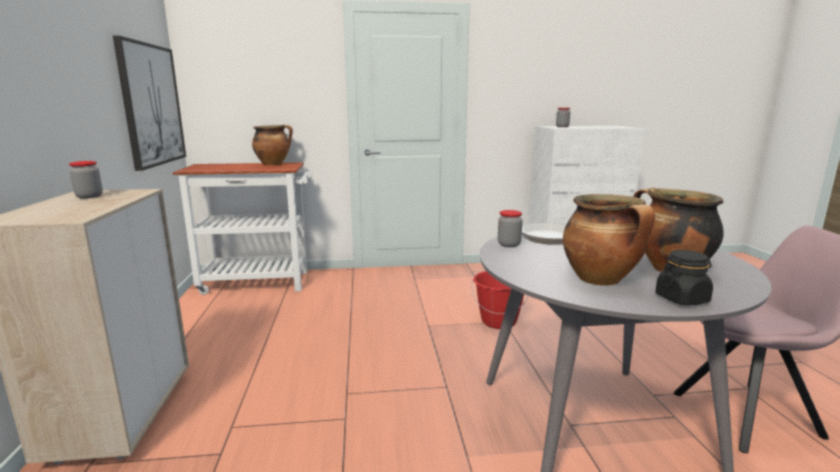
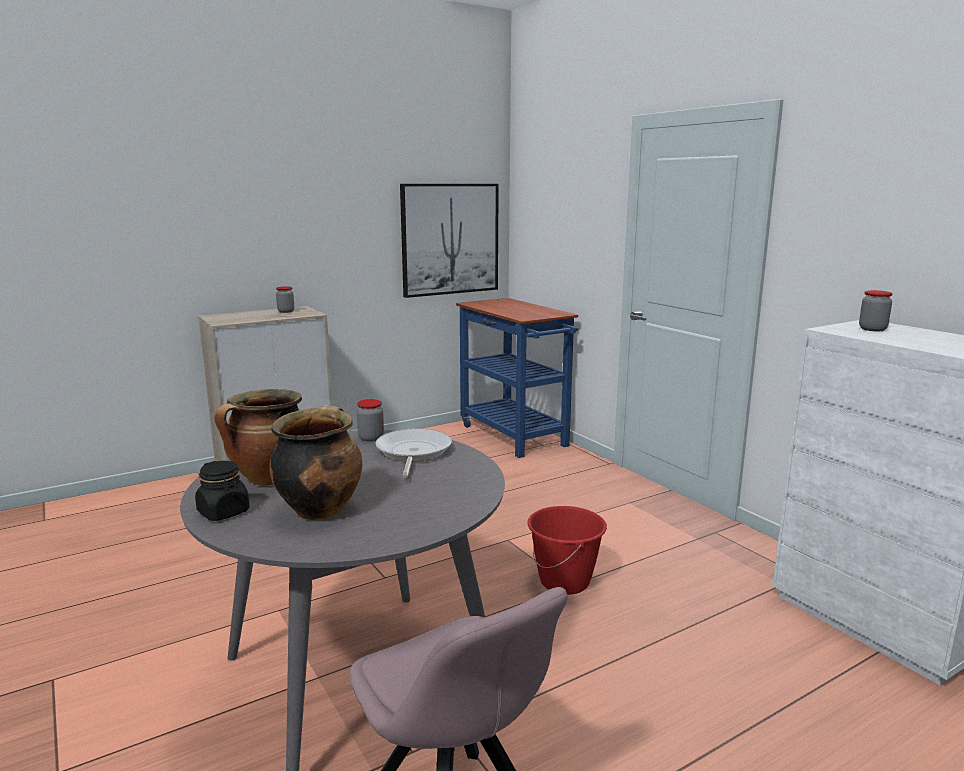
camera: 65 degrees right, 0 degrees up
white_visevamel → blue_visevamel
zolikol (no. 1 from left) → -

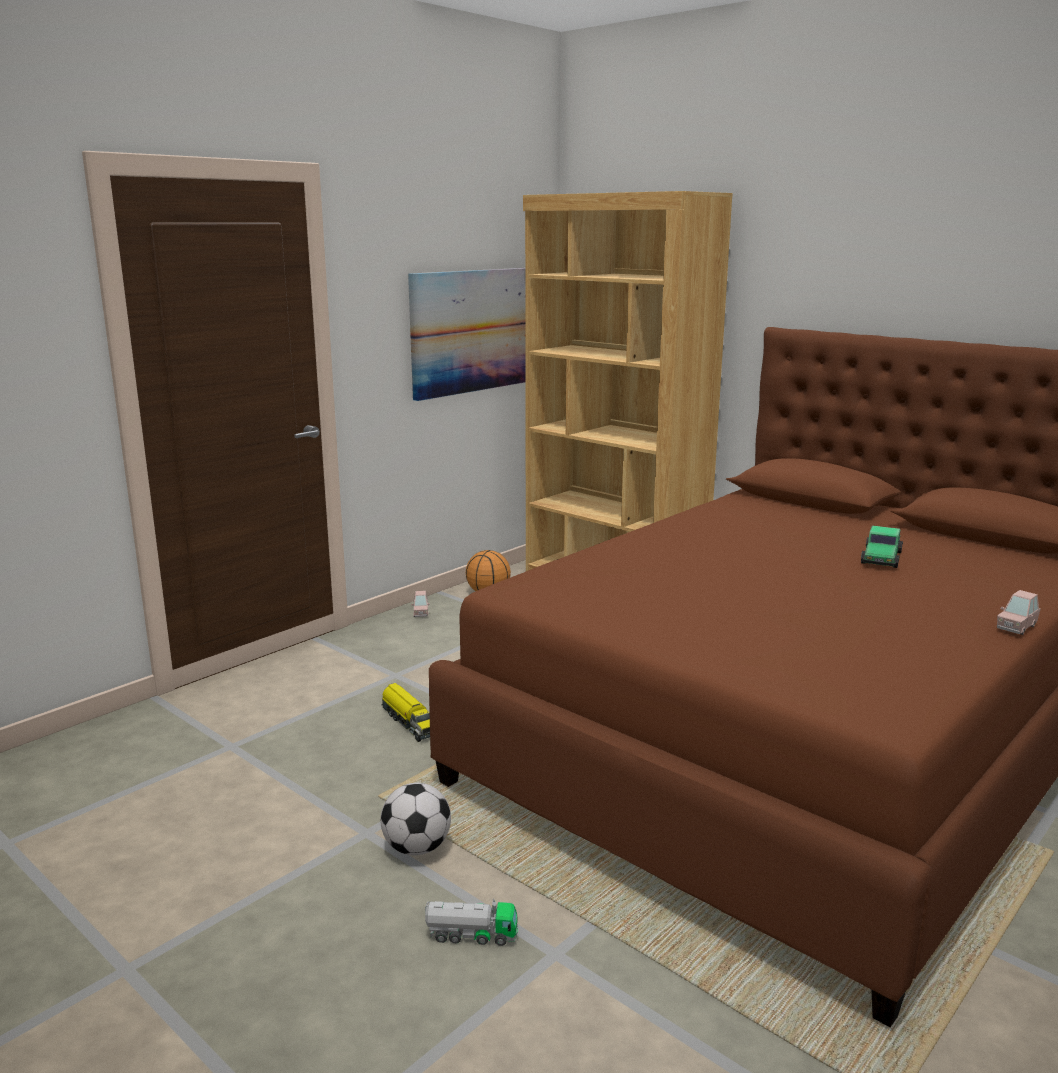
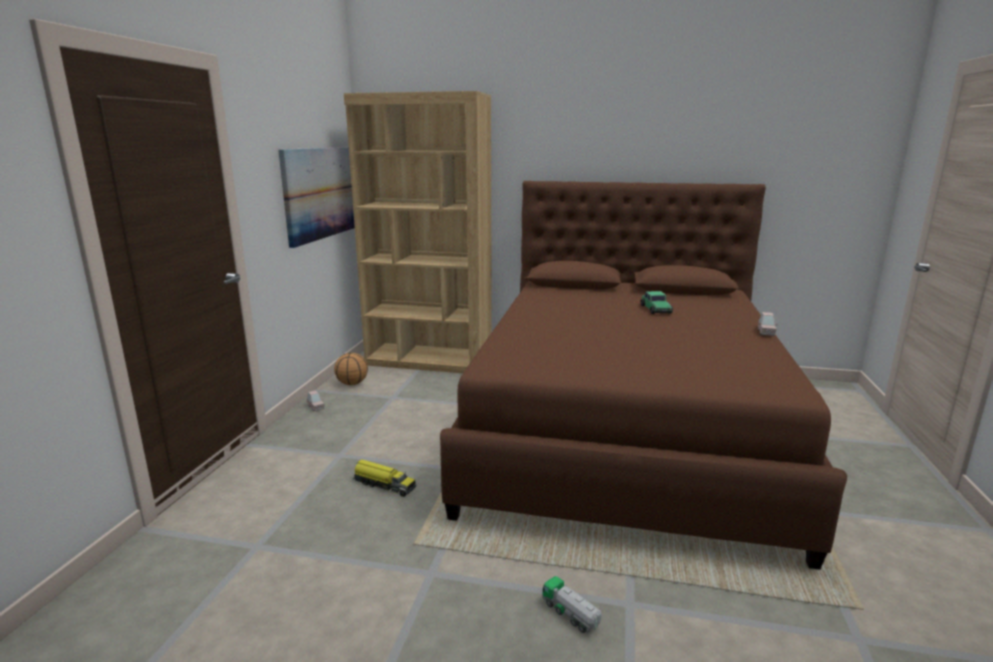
camera: 30 degrees left, 0 degrees up
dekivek → -
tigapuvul (no. 2 from left), 105 degrees counterclockwise

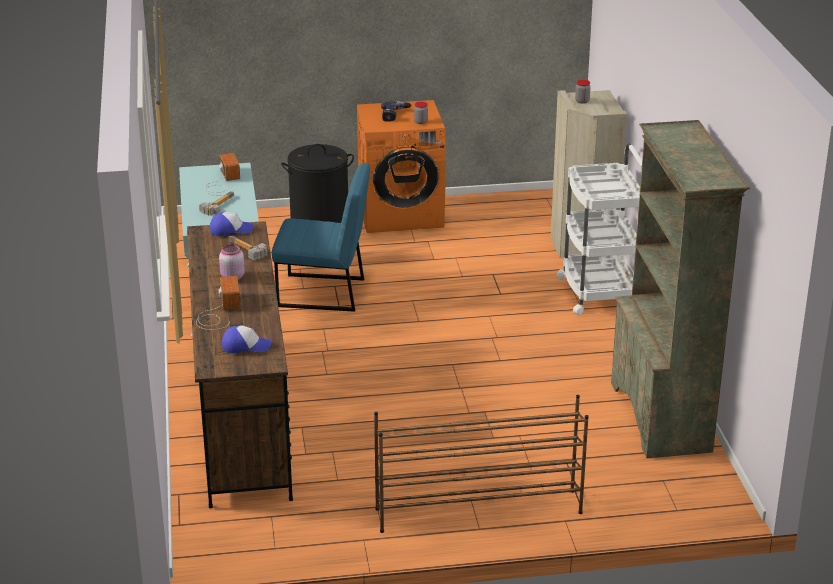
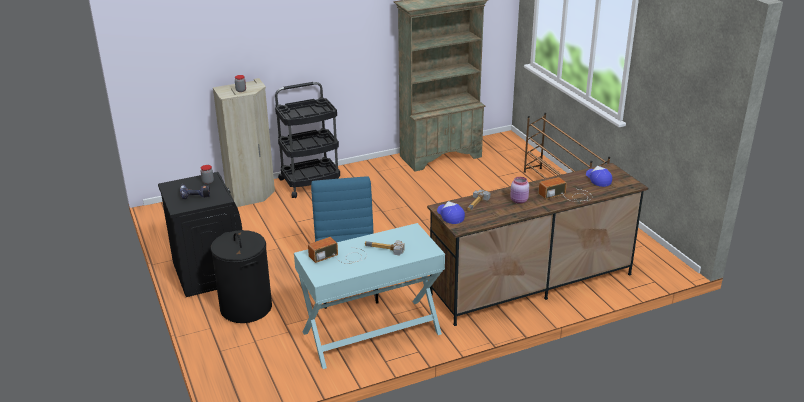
camera: 105 degrees left, 0 degrees up
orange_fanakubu → black_fanakubu
white_visevamel → black_visevamel

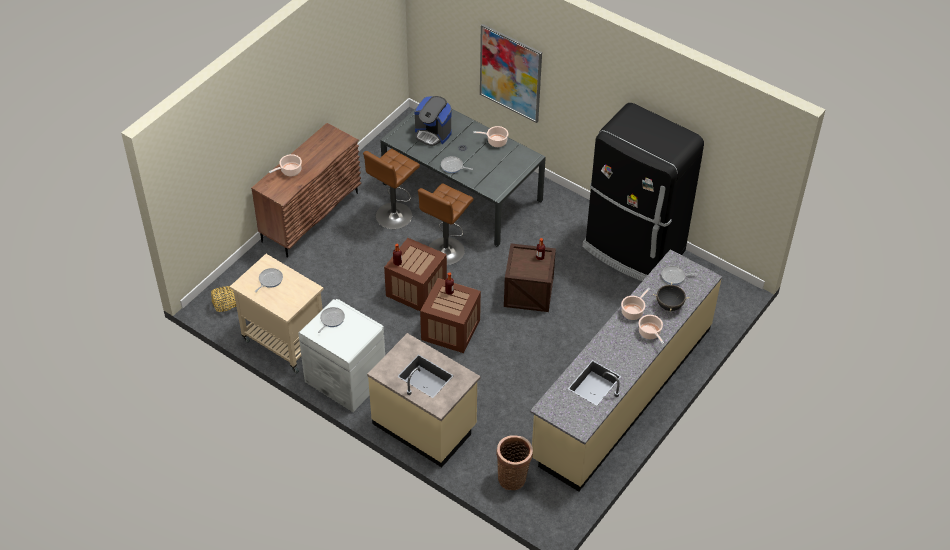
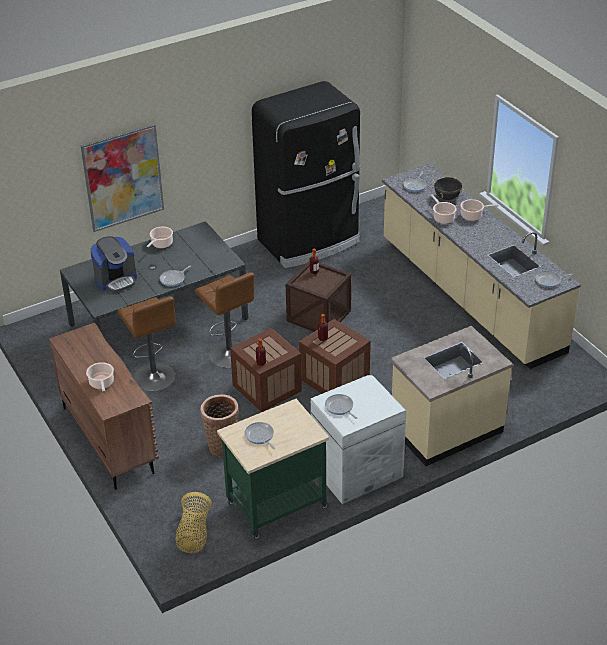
camera: 65 degrees left, 10 degrees down
beige_visevamel → green_visevamel
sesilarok (no. 2 from left), shifted
- → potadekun (no. 5 from left)

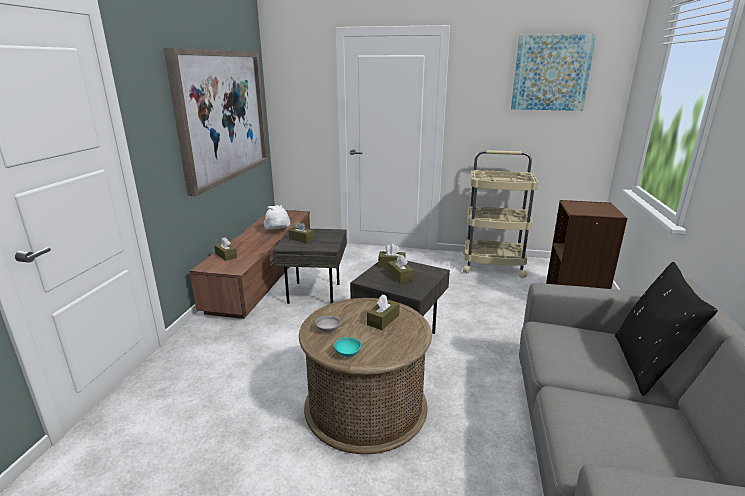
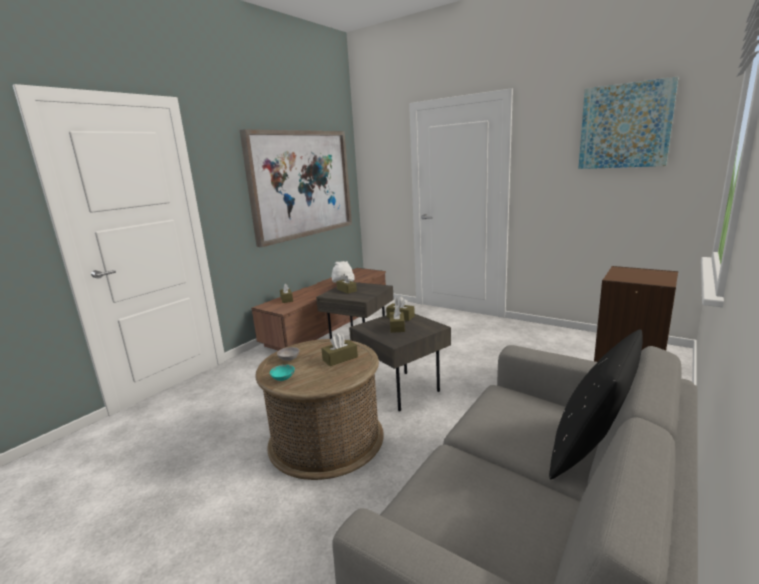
camera: 25 degrees right, 5 degrees down
beige_visevamel → -

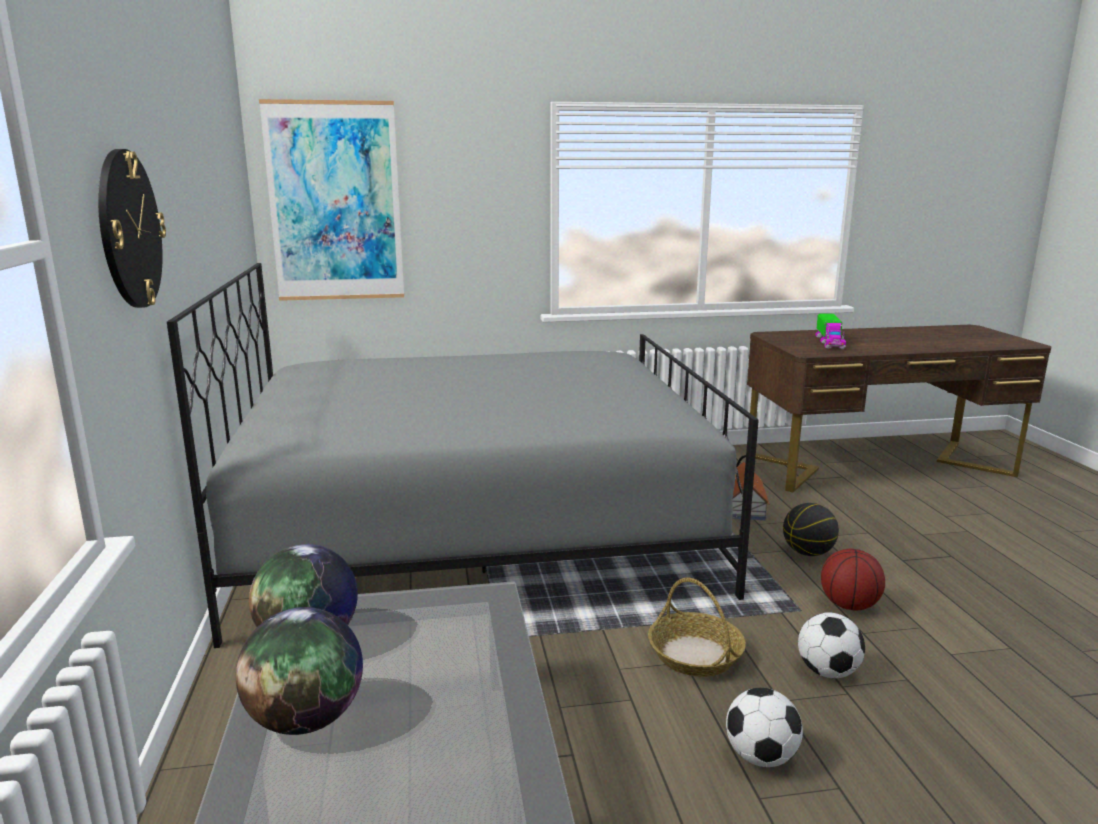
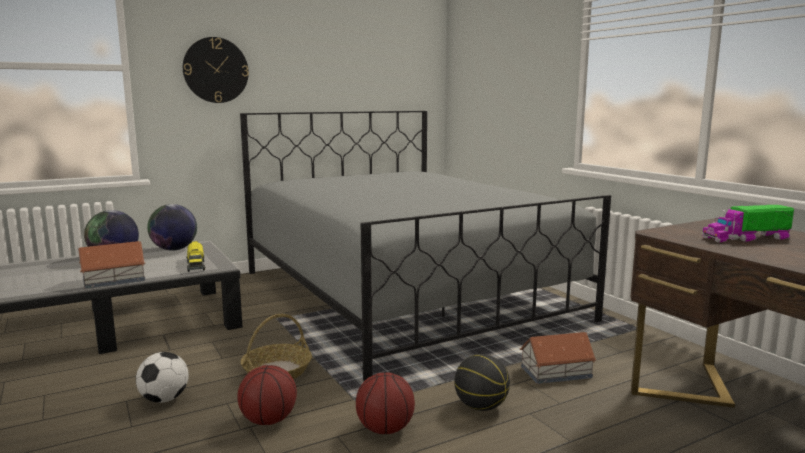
camera: 70 degrees right, 5 degrees down
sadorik → -
dekivek (no. 2 from left) → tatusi (no. 1 from left)
- → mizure (no. 1 from left)
- → tigapuvul (no. 1 from left)

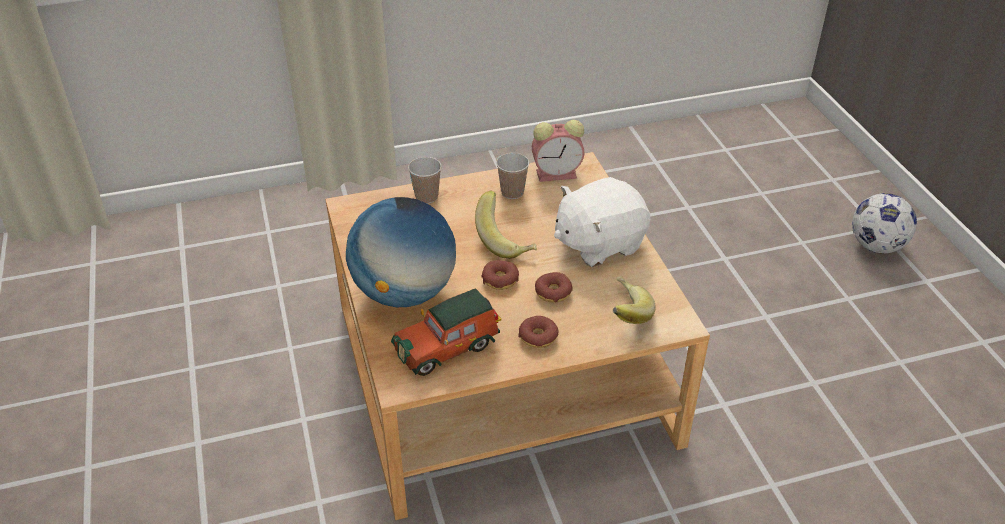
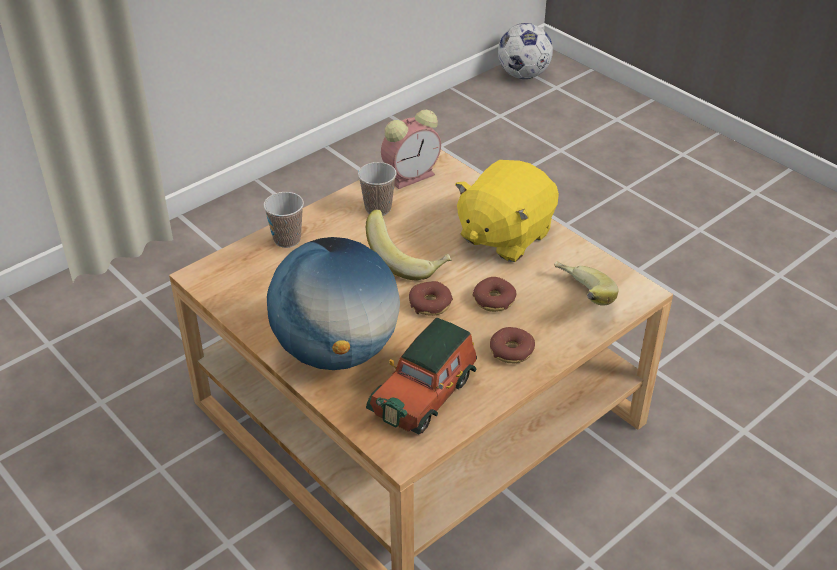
camera: 25 degrees left, 0 degrees up
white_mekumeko → yellow_mekumeko
dekivek, shifted

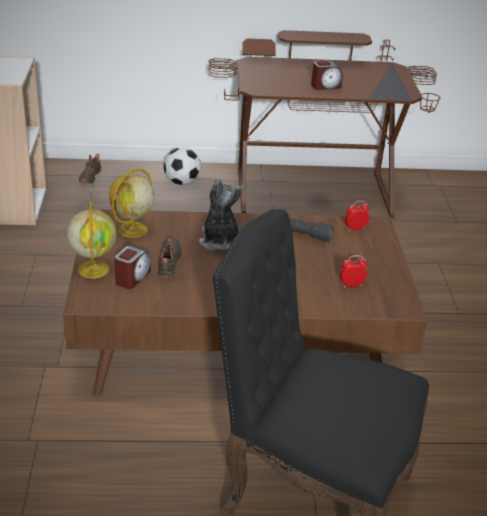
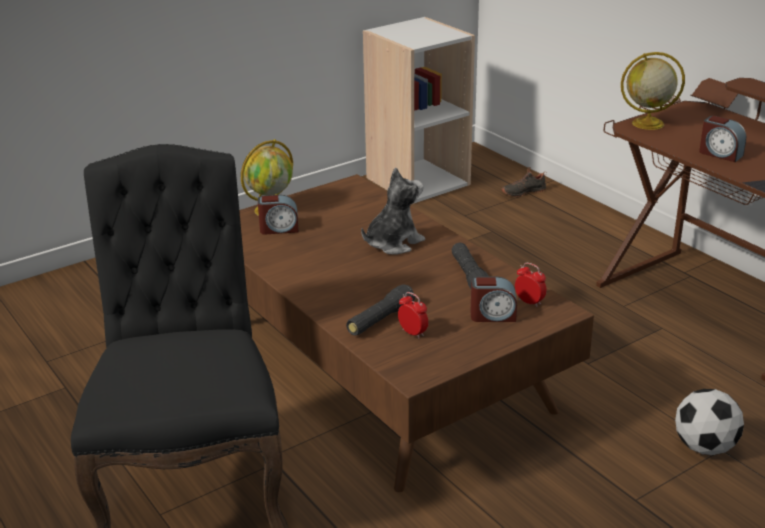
camera: 60 degrees right, 5 degrees down
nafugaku (no. 2 from left), shifted
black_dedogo (no. 2 from left) → -
dekivek, shifted
- → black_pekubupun (no. 1 from left)
- → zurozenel (no. 3 from left)

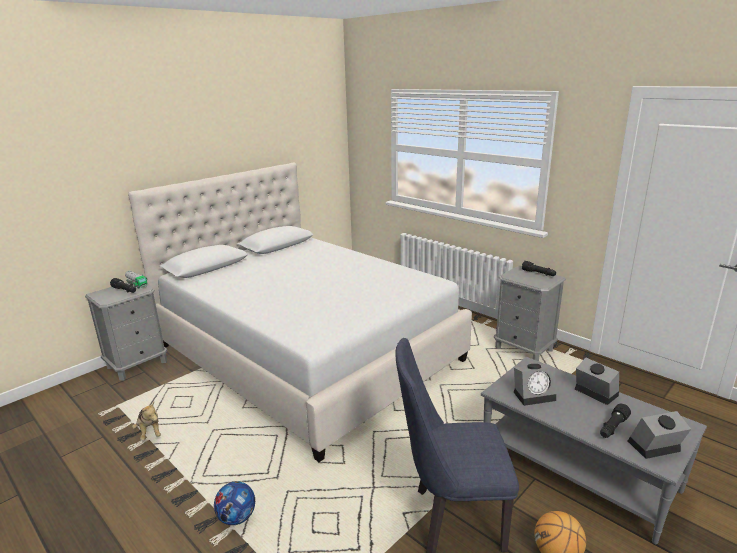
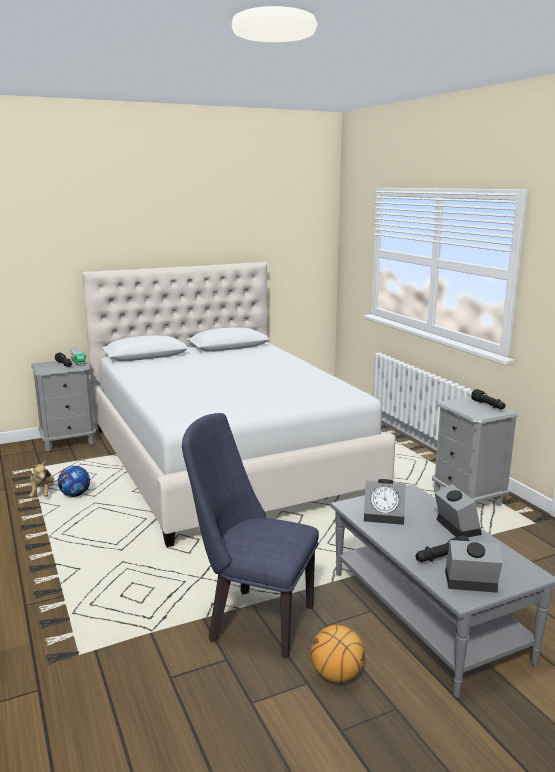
camera: 20 degrees right, 5 degrees down
dekivek, shifted

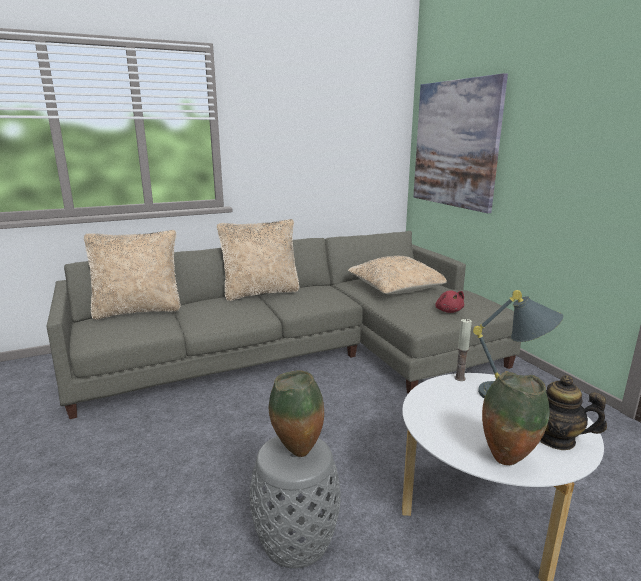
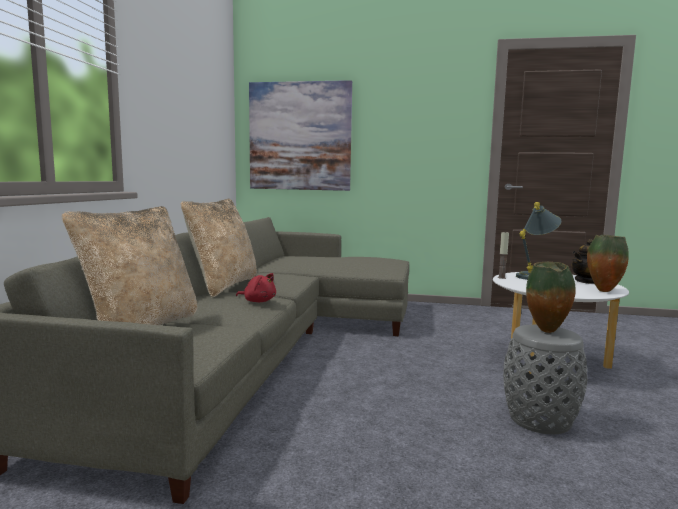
camera: 55 degrees left, 10 degrees down
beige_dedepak (no. 3 from left) → -
red_mekumeko, shifted

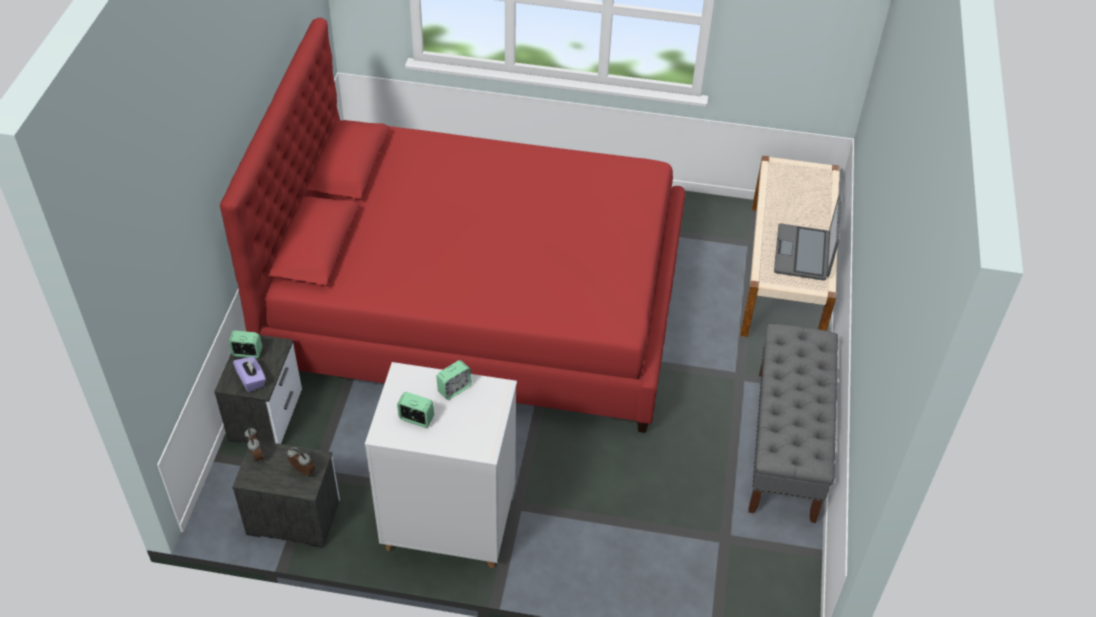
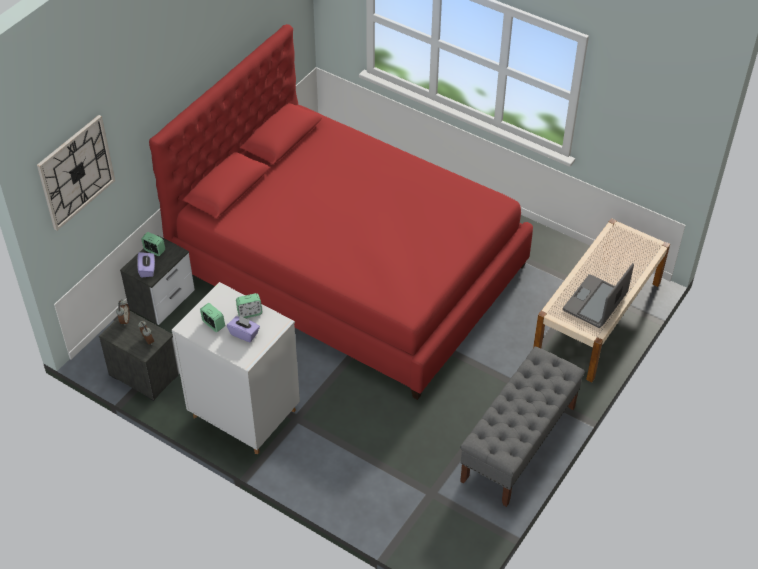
camera: 25 degrees right, 0 degrees up
- → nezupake
- → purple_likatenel (no. 2 from left)

